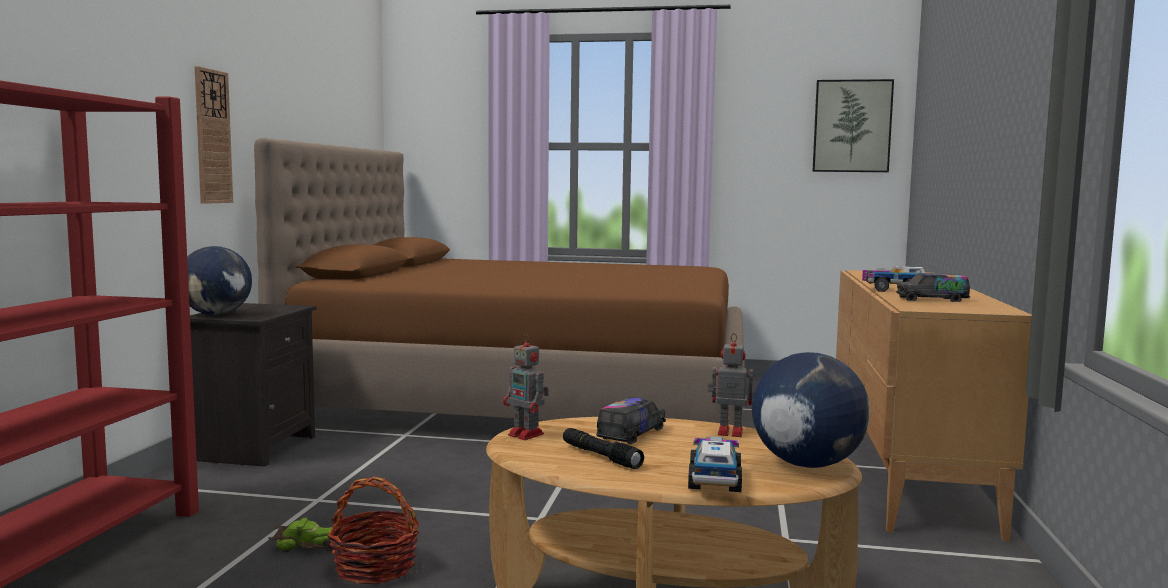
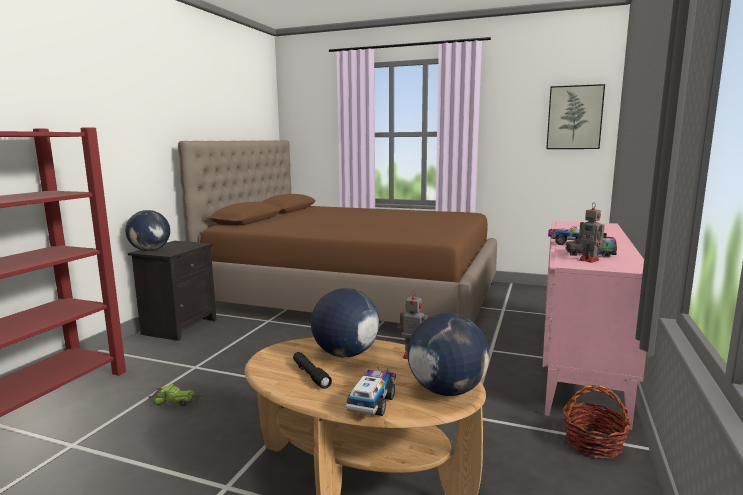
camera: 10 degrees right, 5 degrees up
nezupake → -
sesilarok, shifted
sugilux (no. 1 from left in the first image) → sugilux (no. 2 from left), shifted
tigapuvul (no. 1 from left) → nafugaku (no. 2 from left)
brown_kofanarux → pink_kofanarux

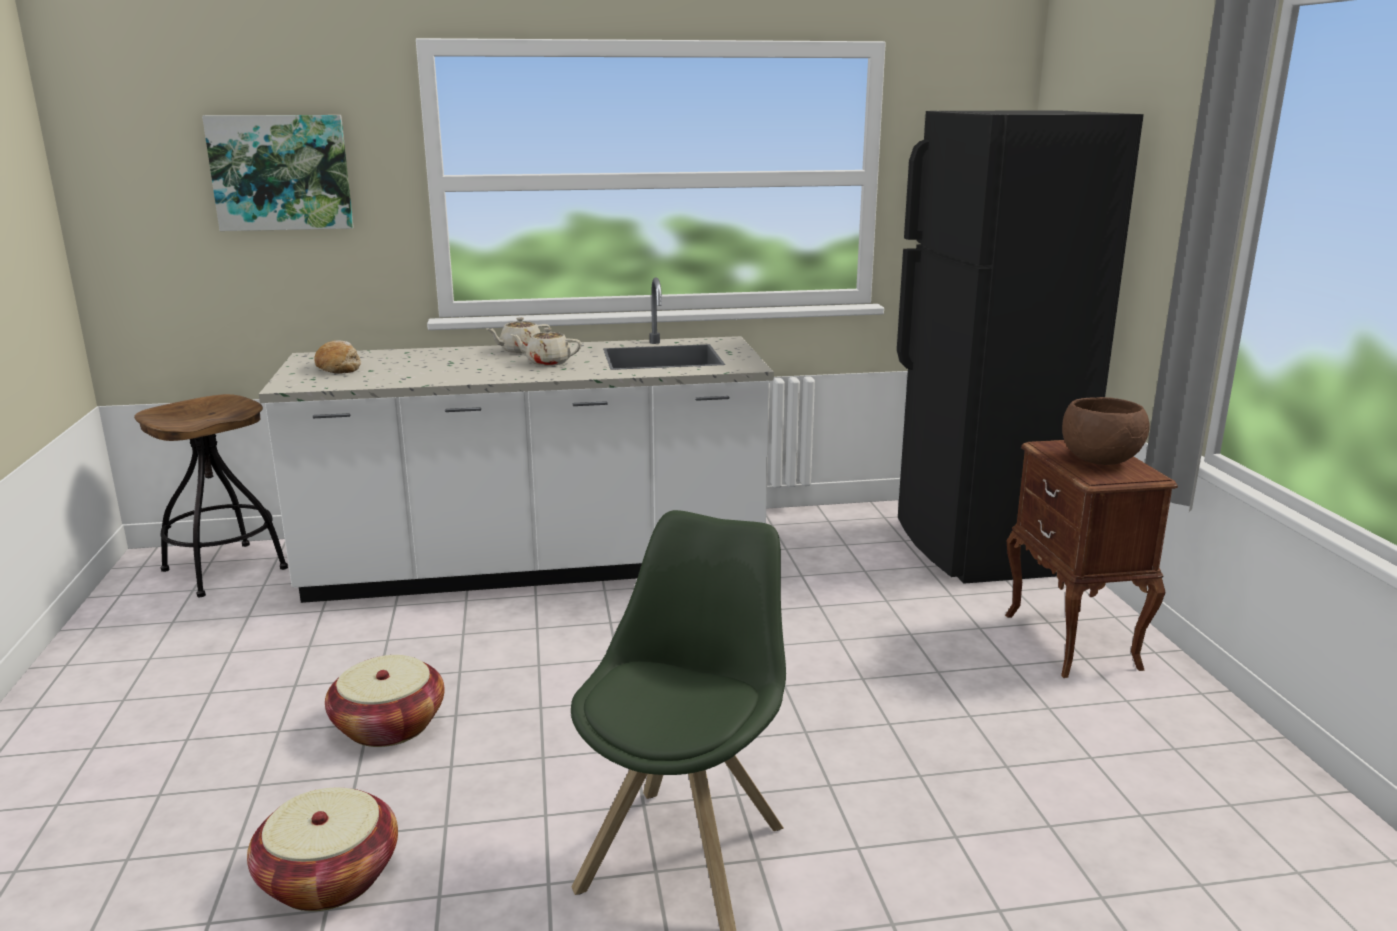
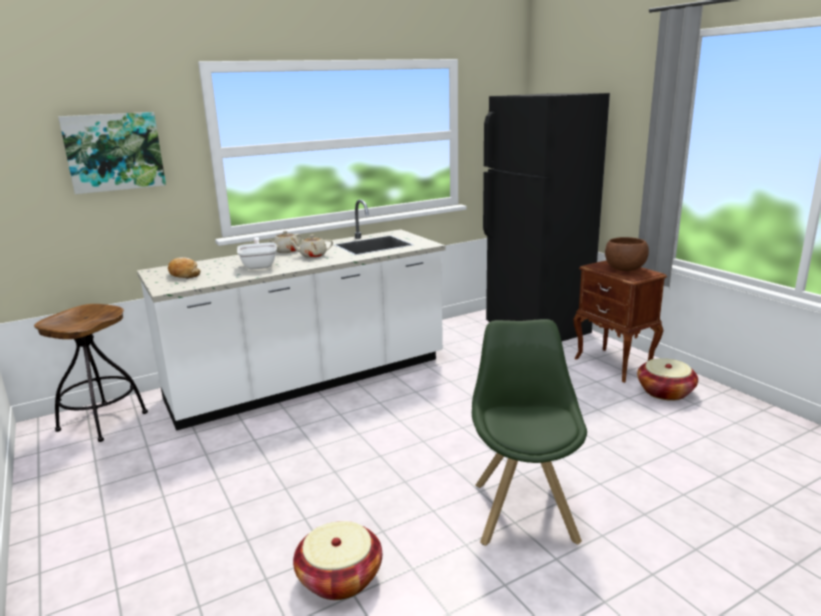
camera: 20 degrees left, 0 degrees up
sesilarok (no. 2 from left), shifted
- → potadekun

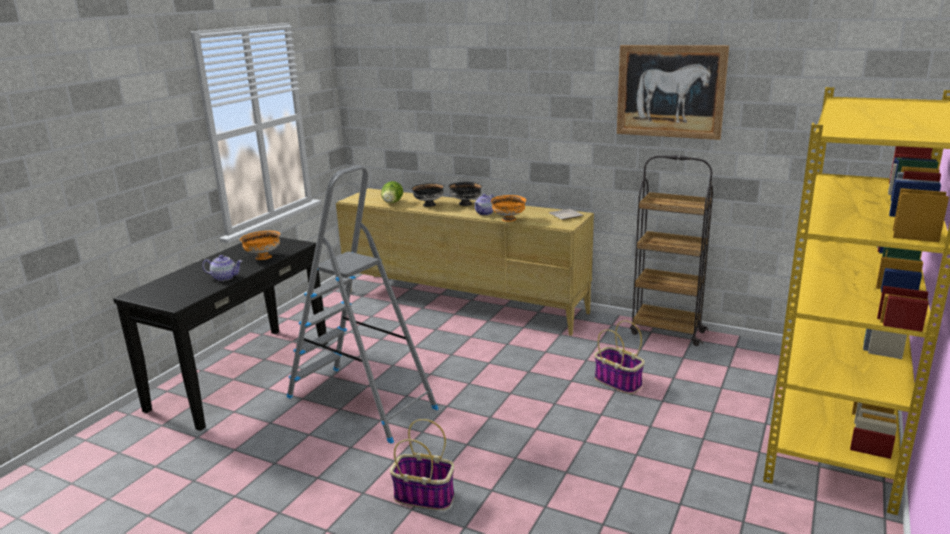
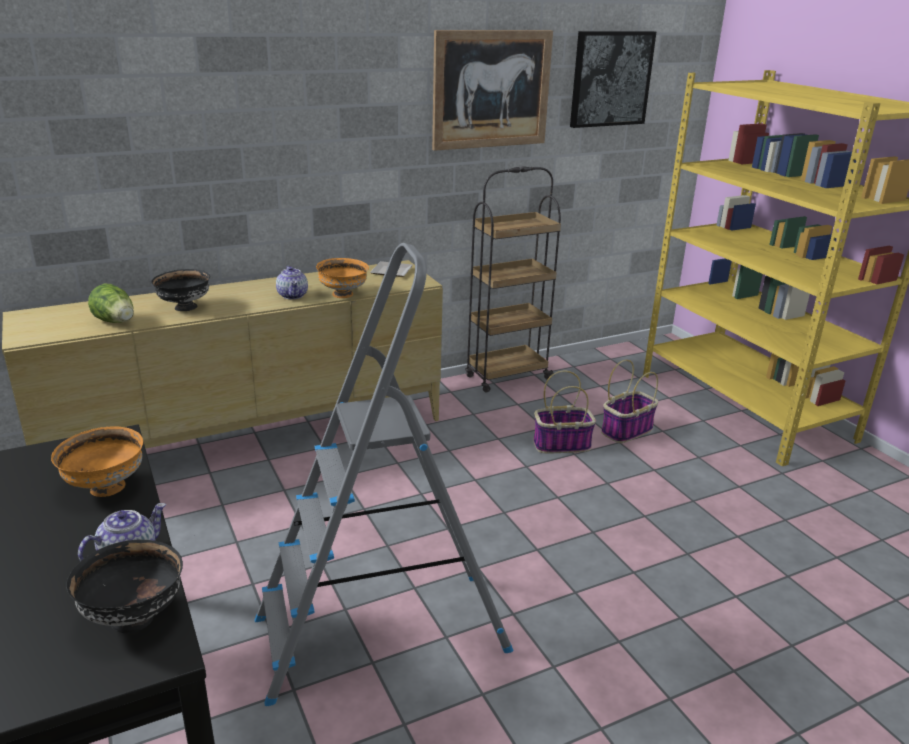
camera: 55 degrees left, 5 degrees up
sesilarok (no. 1 from left in the first image) → sesilarok (no. 2 from left), shifted
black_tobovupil (no. 2 from left in the first image) → black_tobovupil (no. 1 from left), shifted
- → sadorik (no. 2 from left)

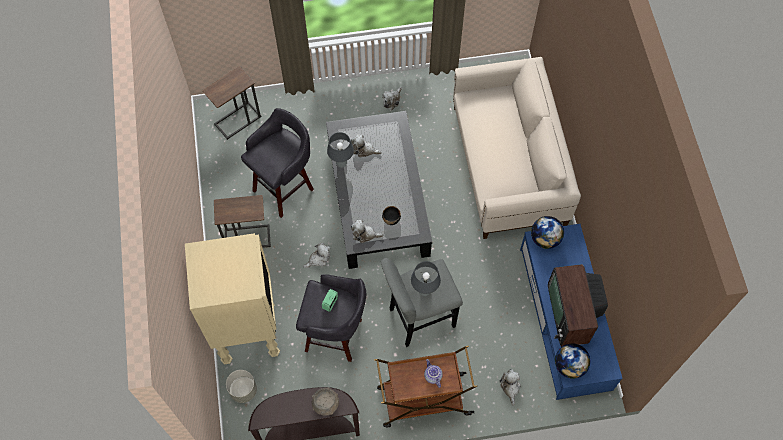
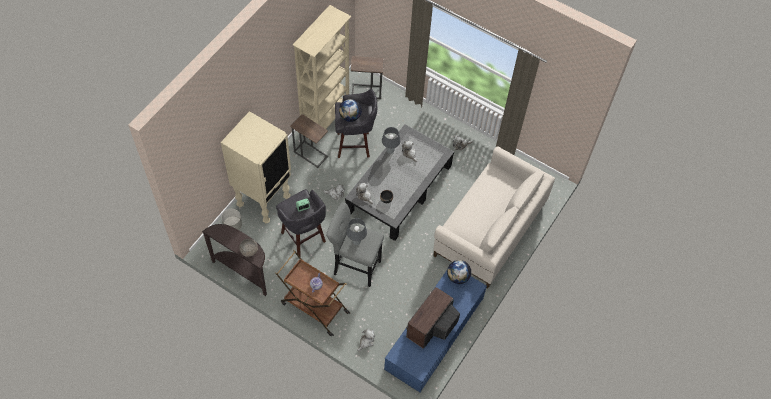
camera: 40 degrees right, 5 degrees down
nafugaku (no. 2 from left in the first image) → nafugaku (no. 1 from left), shifted
- → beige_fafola

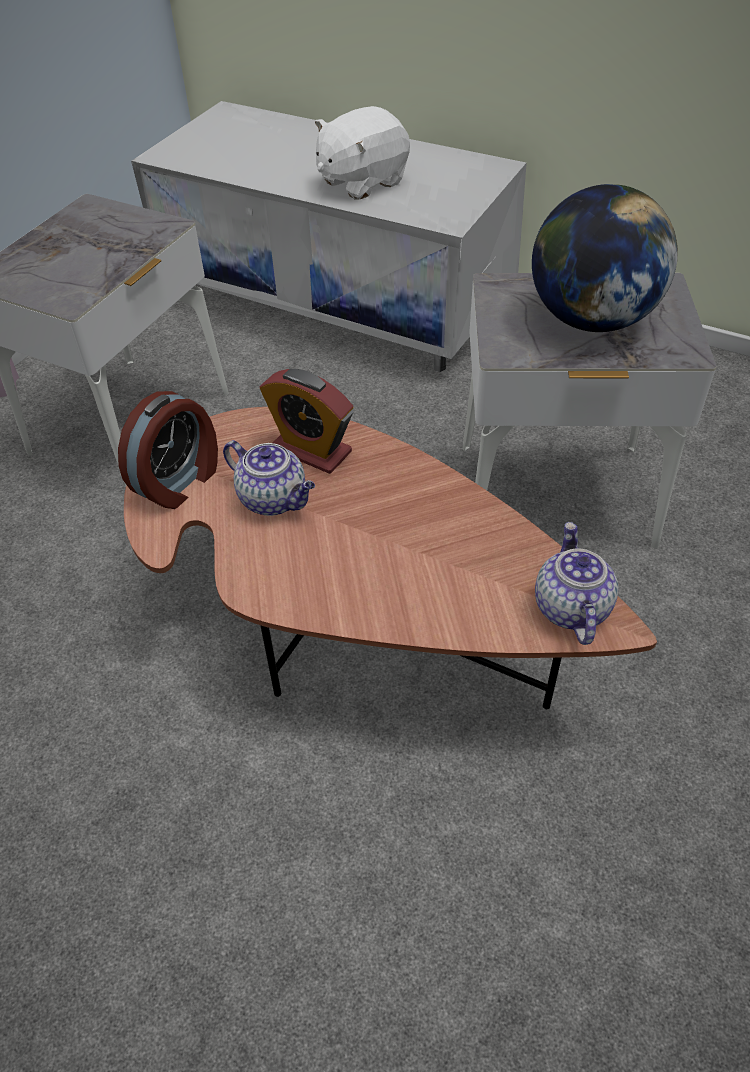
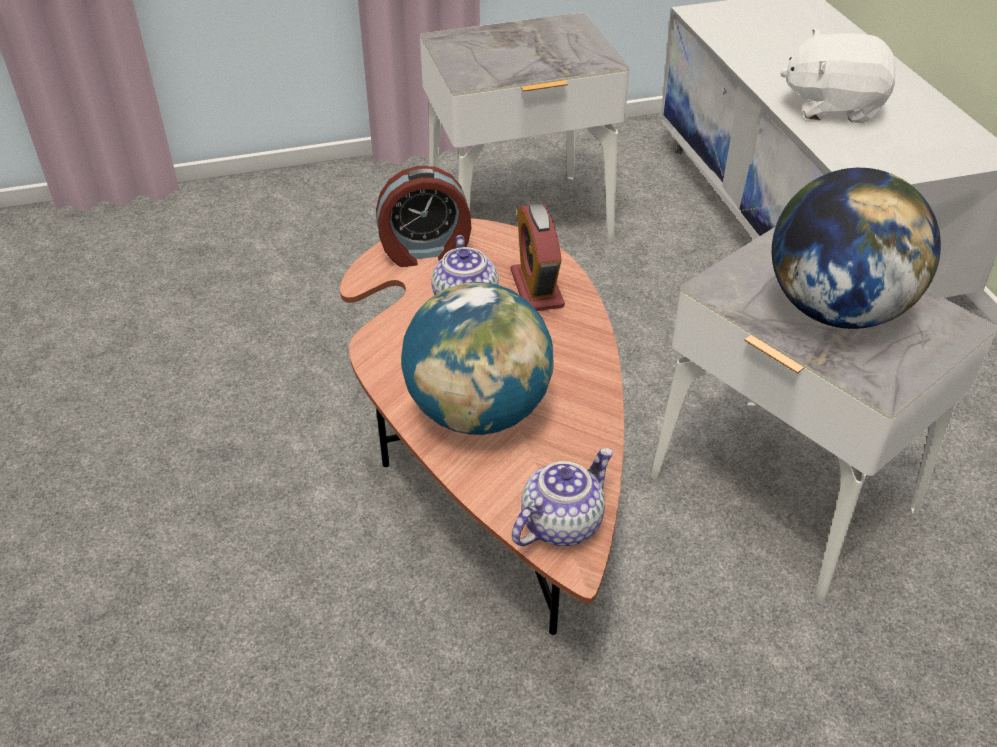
camera: 45 degrees right, 5 degrees down
- → nafugaku (no. 1 from left)

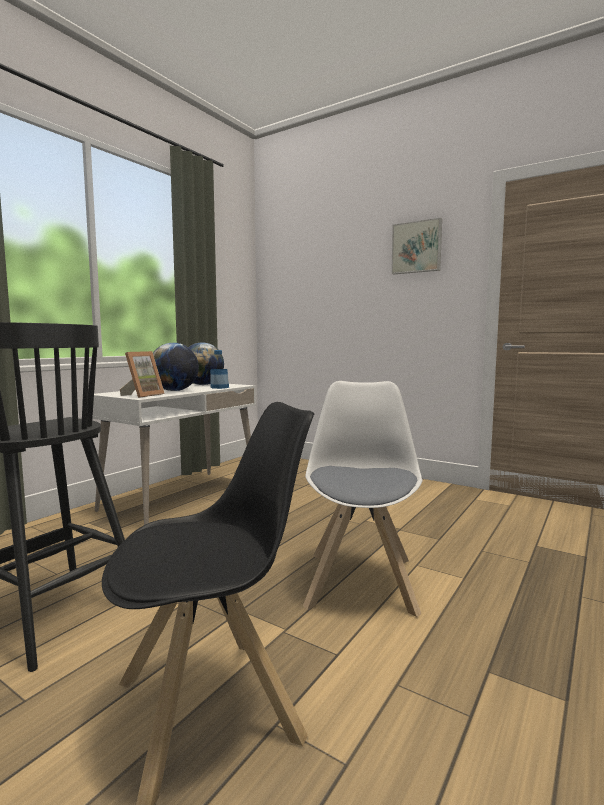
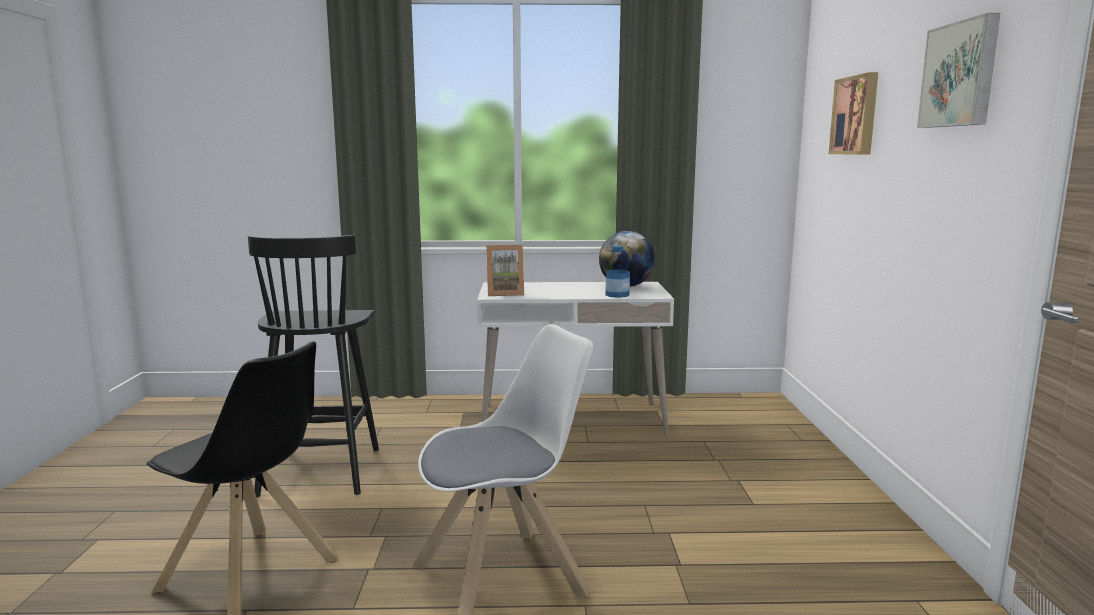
camera: 55 degrees right, 5 degrees up
nafugaku (no. 1 from left) → -
- → sadorik (no. 1 from left)

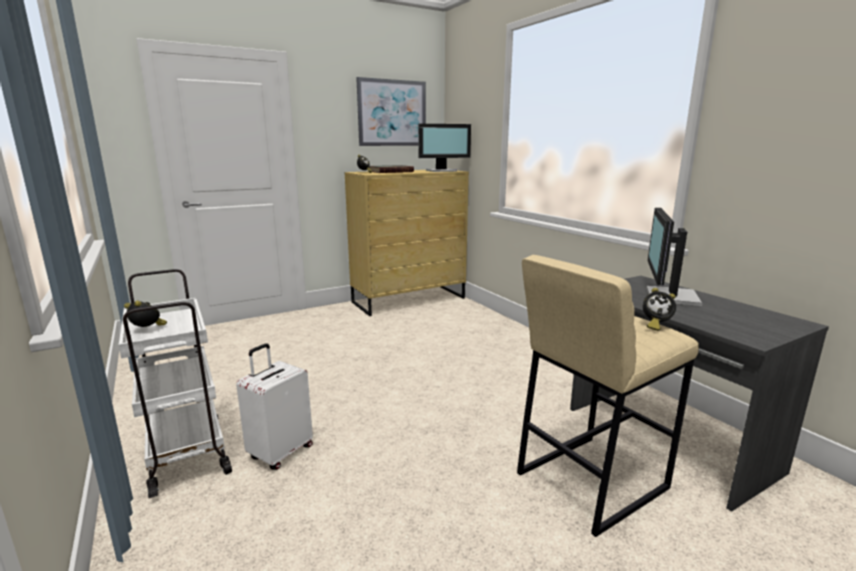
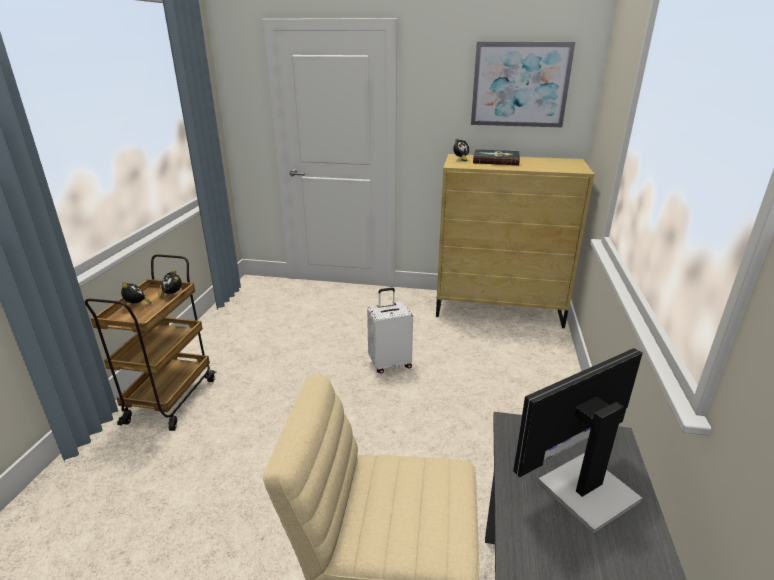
camera: 40 degrees right, 10 degrees up
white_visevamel → brown_visevamel
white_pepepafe, shifted
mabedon (no. 1 from left) → -
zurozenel (no. 3 from left in the first image) → zurozenel (no. 2 from left), shifted

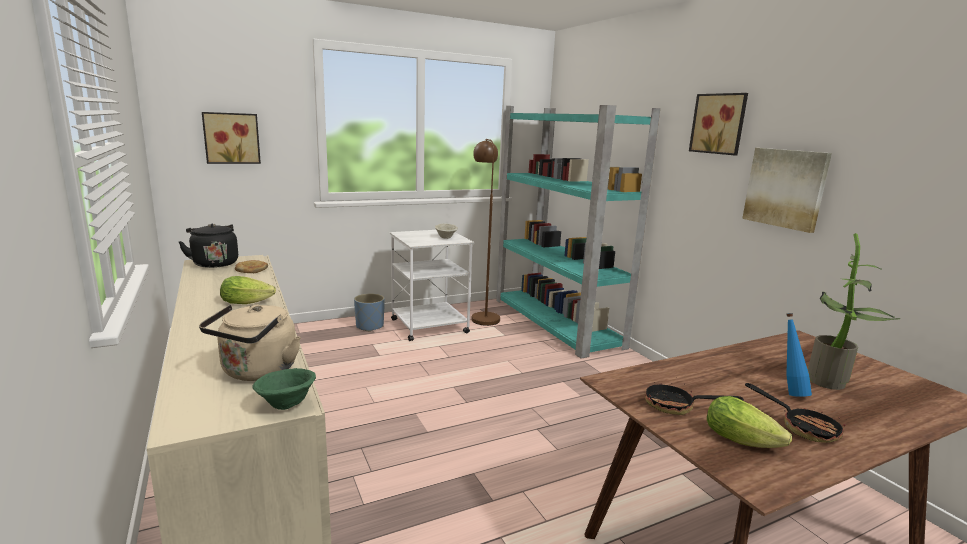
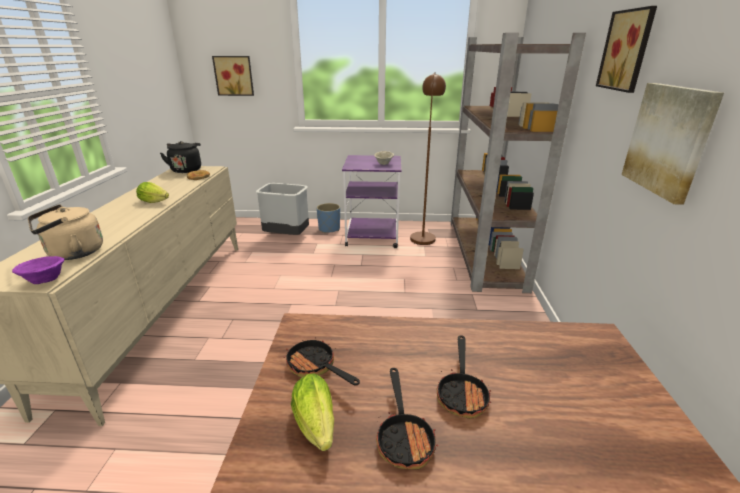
camera: 30 degrees right, 10 degrees up
green_tobovupil → purple_tobovupil
white_visevamel → purple_visevamel
turquoise_fafola → brown_fafola
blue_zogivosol → potadekun (no. 3 from left)
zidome → -
- → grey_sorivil

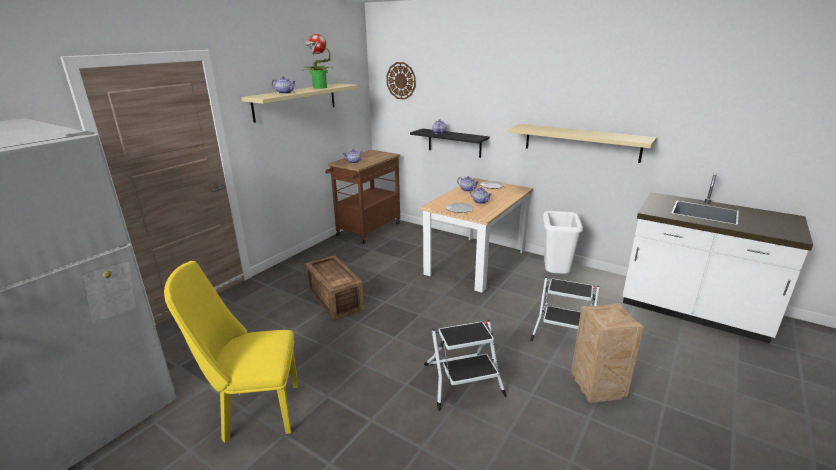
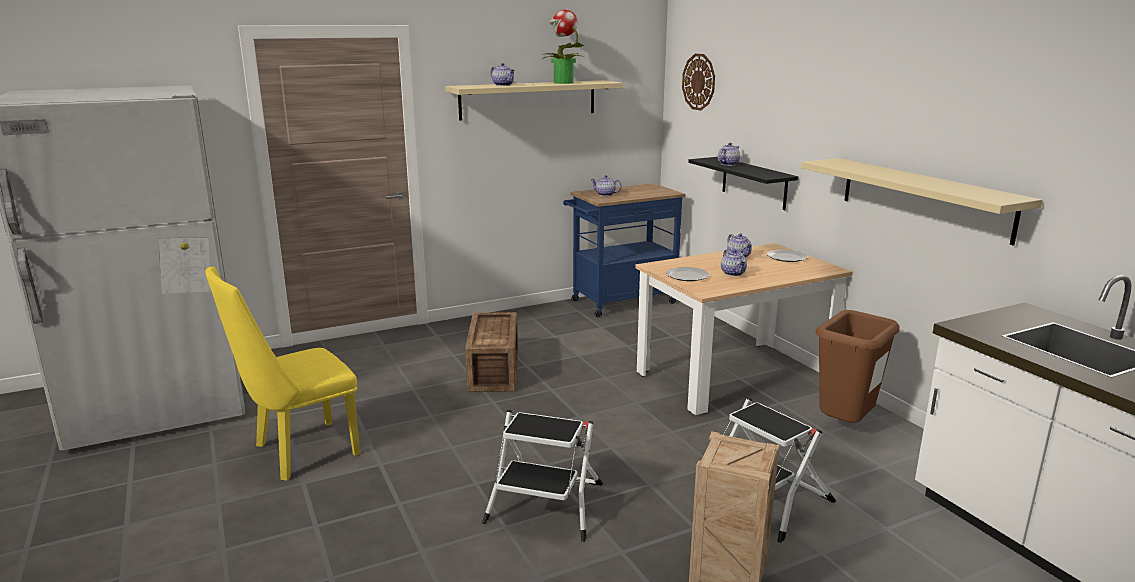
camera: 30 degrees right, 5 degrees down
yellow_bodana, 60 degrees counterclockwise
brown_visevamel → blue_visevamel
white_sorivil → brown_sorivil

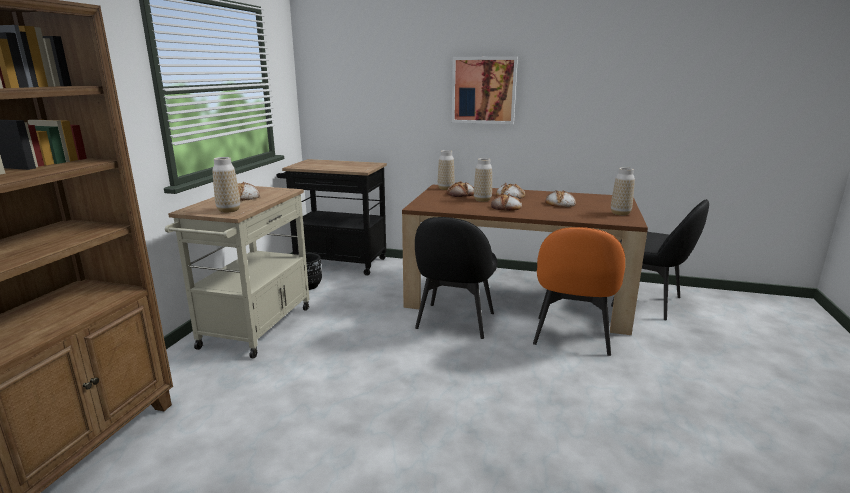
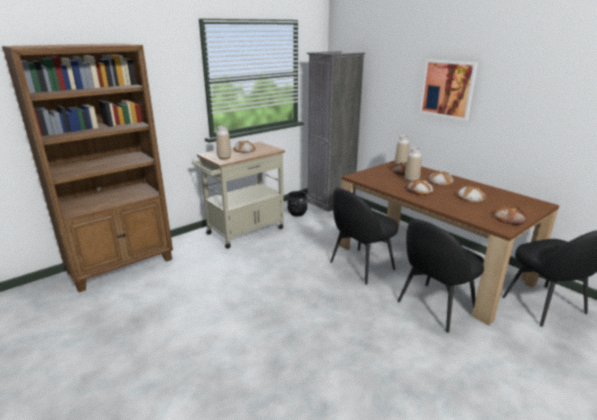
camera: 35 degrees right, 5 degrees up
black_visevamel → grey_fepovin
orange_bodana → black_bodana (no. 2 from left)
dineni (no. 4 from left) → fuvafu (no. 6 from left)

